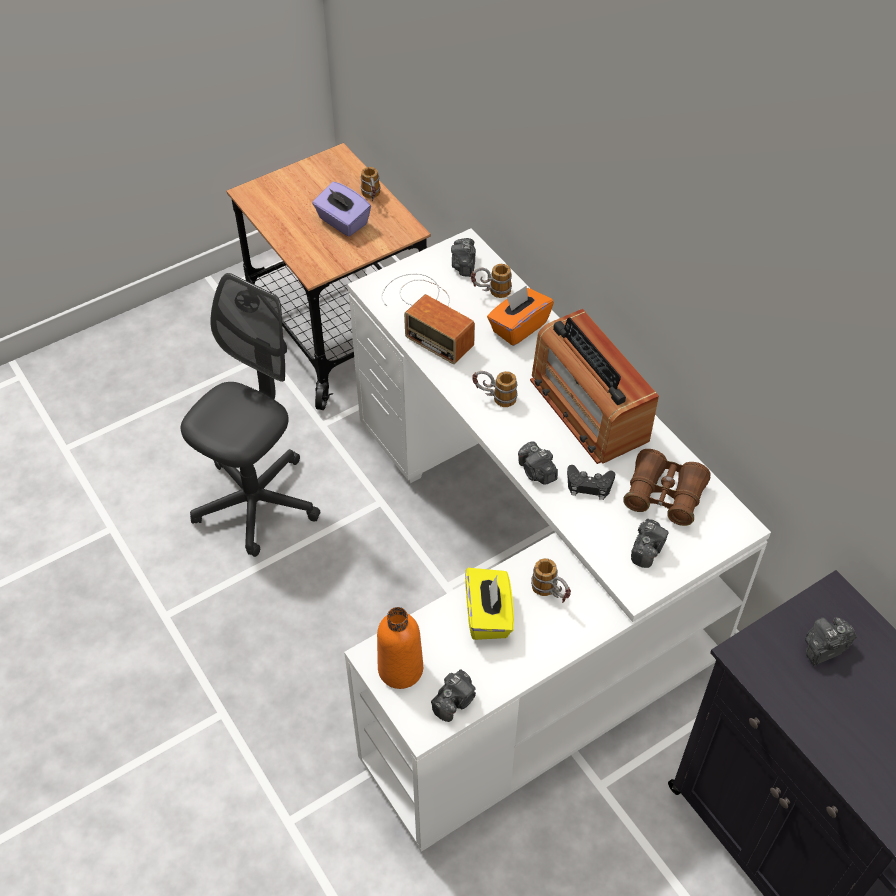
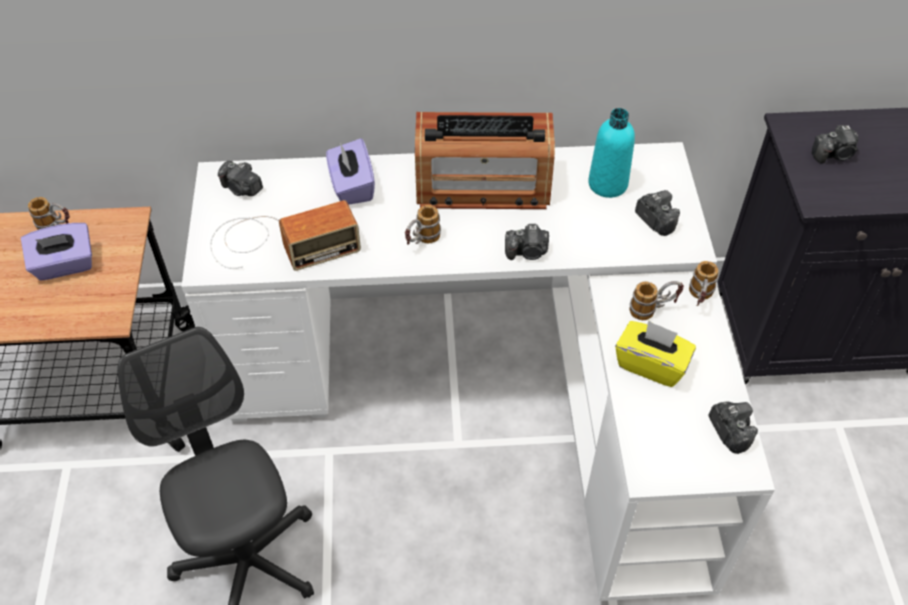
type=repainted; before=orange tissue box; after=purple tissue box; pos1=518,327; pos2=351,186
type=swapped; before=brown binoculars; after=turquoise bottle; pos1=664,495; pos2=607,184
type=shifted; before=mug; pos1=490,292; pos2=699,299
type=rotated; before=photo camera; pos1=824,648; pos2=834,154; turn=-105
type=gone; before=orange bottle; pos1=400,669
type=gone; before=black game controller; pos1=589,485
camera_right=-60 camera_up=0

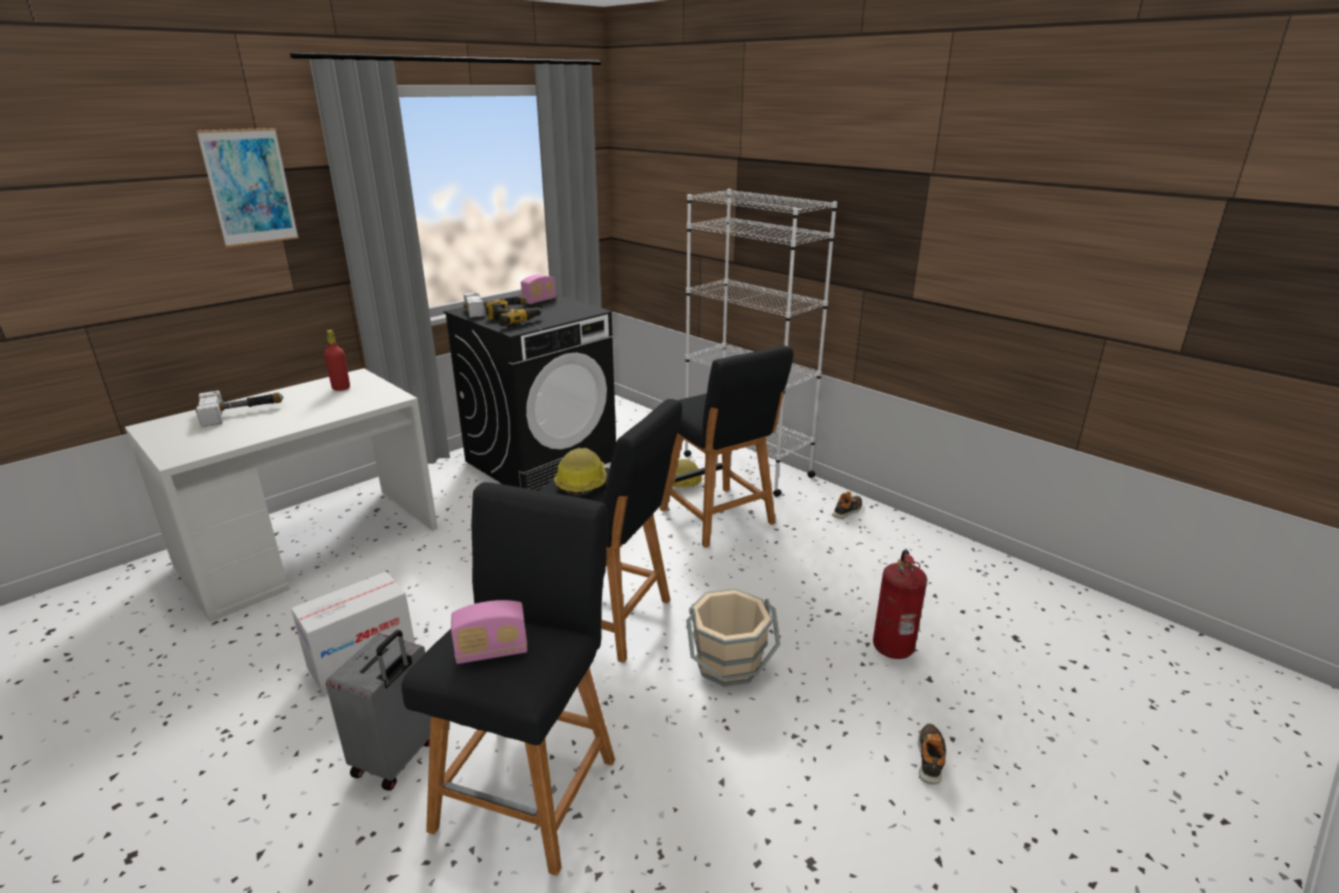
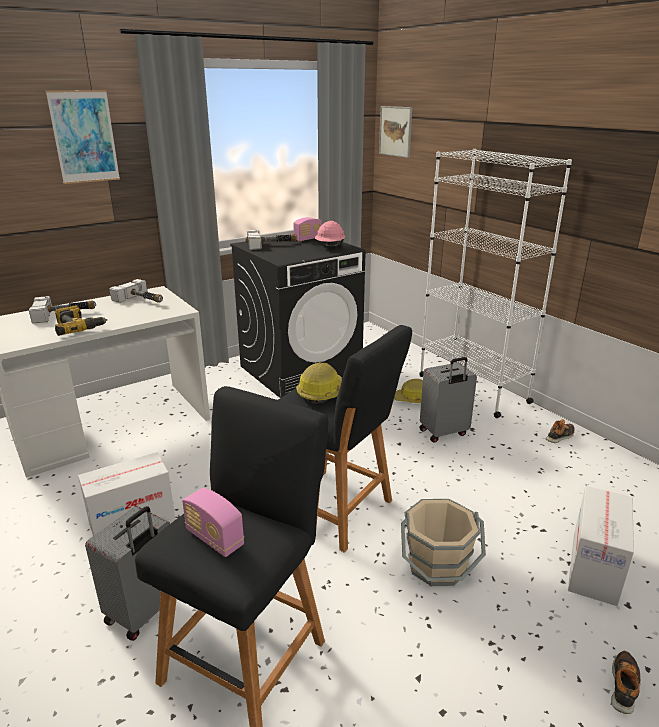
type=shifted; before=power drill; pos1=512,320; pos2=79,327
type=swapped; before=red bottle; after=hammer; pos1=341,388; pos2=142,300
type=rotated; before=radio; pos1=492,652; pos2=214,538; turn=45
type=new; after=pink hard hat; pos2=330,247
type=new; after=picture; pos2=395,131
type=swapped; before=black stool; after=grey suitcase; pos1=720,519; pos2=444,433
type=swapped; before=fire extinguisher; after=cardboard box; pos1=893,646; pos2=594,568
camera_right=10 camera_up=0

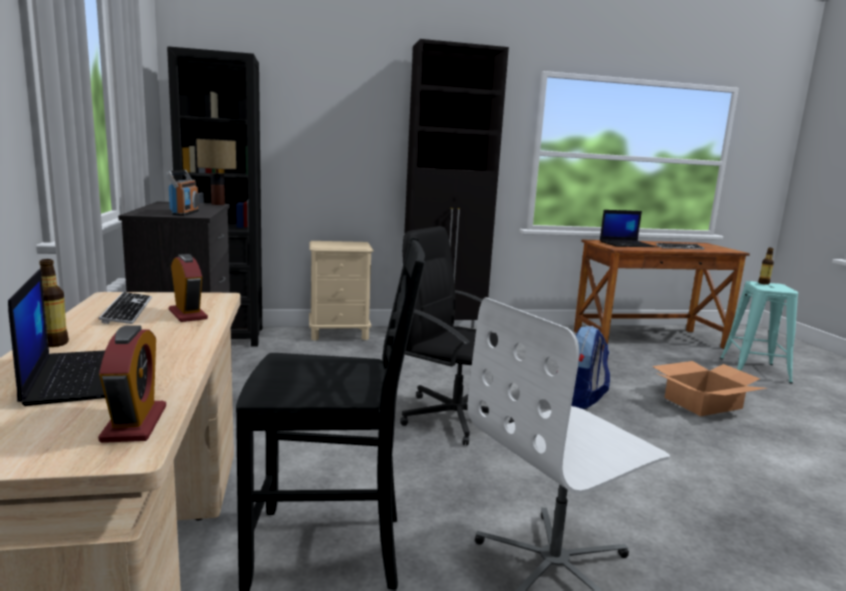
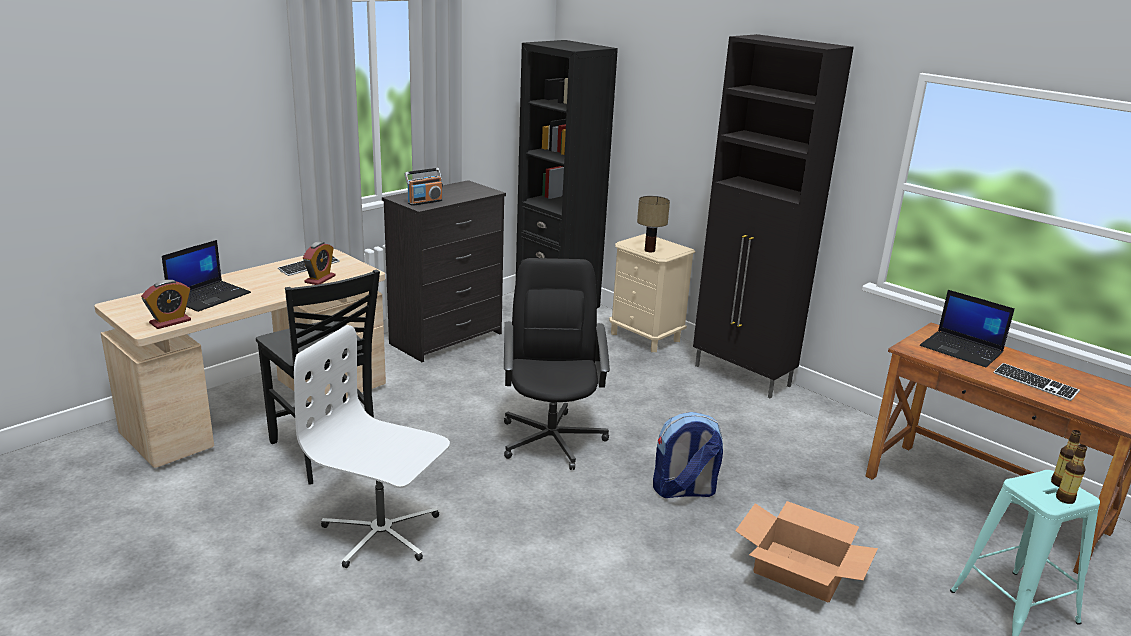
type=shifted; before=table lamp; pos1=218,204; pos2=650,250
type=shifted; before=bottle; pos1=54,343; pos2=1065,499
camera_right=55 camera_up=10

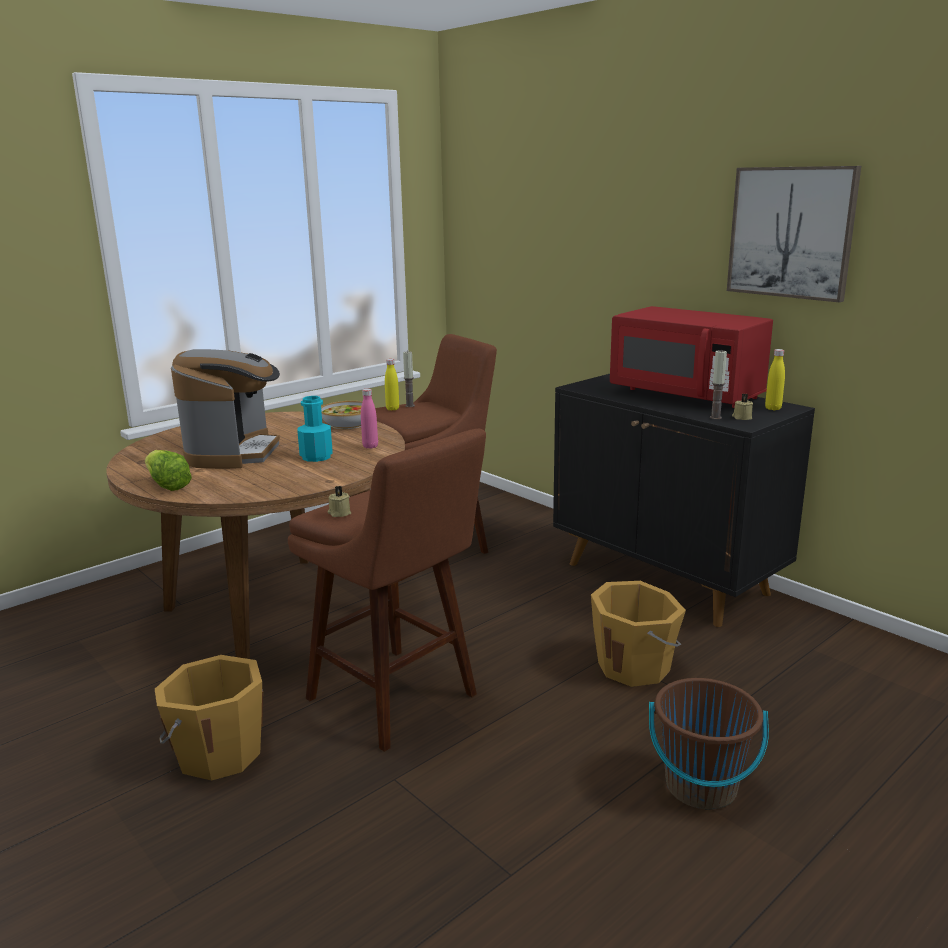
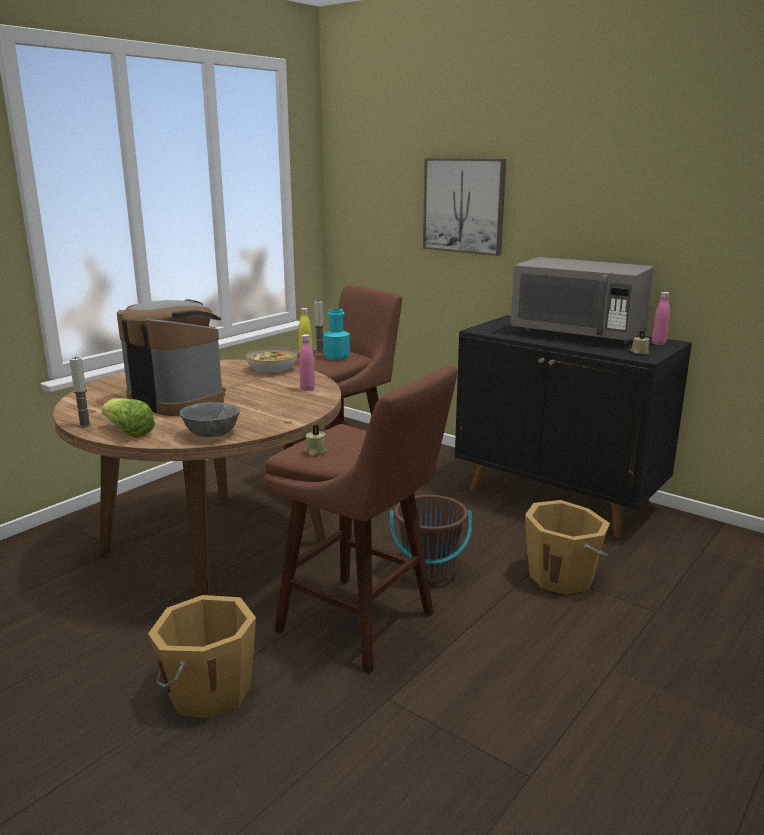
type=shifted; before=candle; pos1=715,417; pos2=85,425
type=rotated; before=coffee machine; pos1=234,453; pos2=177,400; turn=-45
type=new; after=grey bowl; pos2=212,434
type=shifted; before=turquoise bottle; pos1=316,457; pos2=336,357
type=shifted; before=brown bucket; pos1=701,786; pos2=429,570
type=shifted; before=picture; pos1=791,232; pos2=464,205
type=repainted; before=red microwave; after=grey microwave; pos1=686,394; pos2=577,334
type=repainted; before=yellow bottle; after=pink bottle; pos1=773,408; pos2=658,344
camera_right=-10 camera_up=0

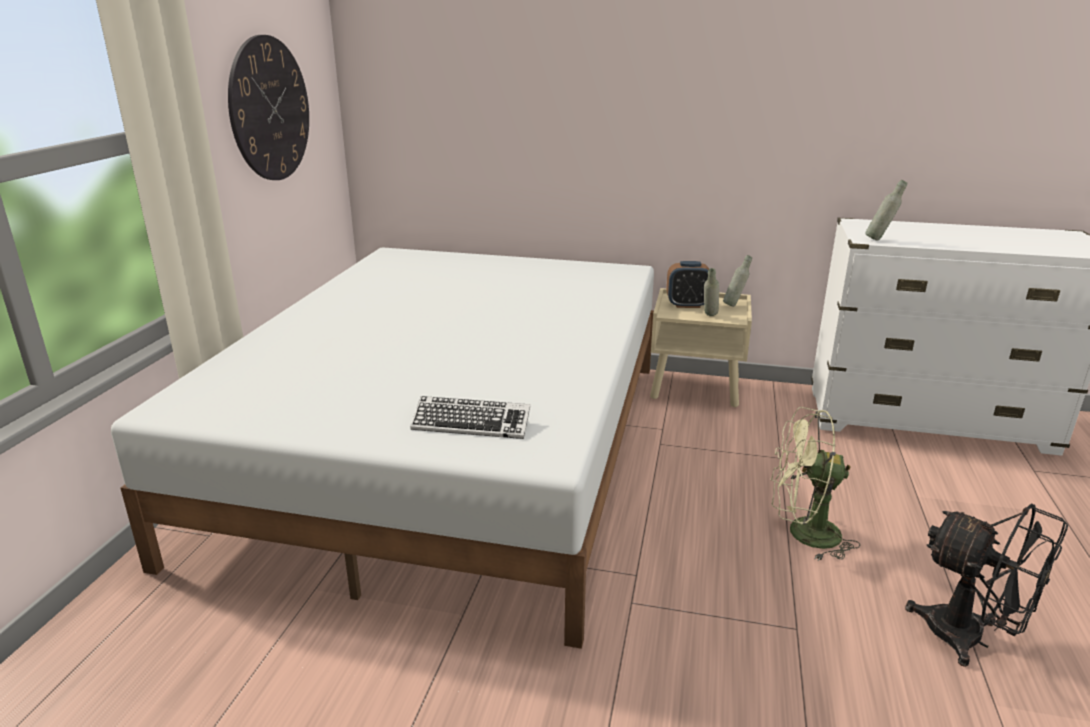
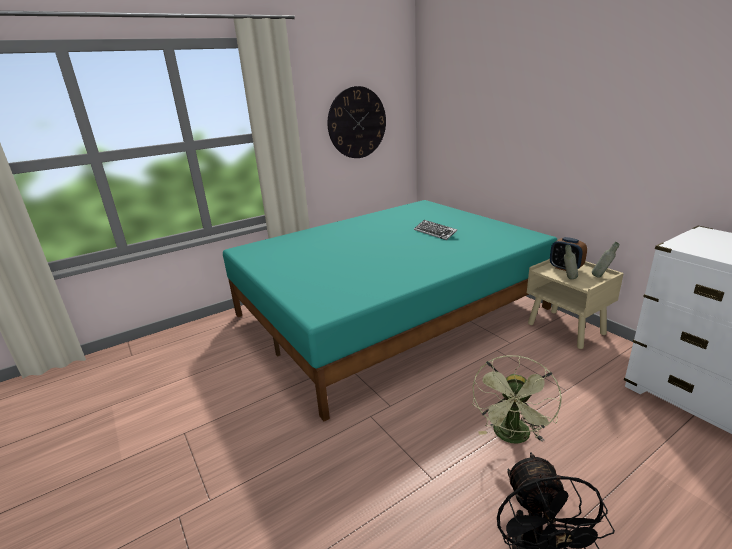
type=repainted; before=white bed; after=turquoise bed; pos1=454,449; pos2=389,312
type=shifted; before=keyboard; pos1=471,424; pos2=435,232
type=rotated; before=green fan; pos1=802,534; pos2=512,437; turn=-120
type=gone; before=grey bottle; pos1=880,240
camera_right=45 camera_up=0

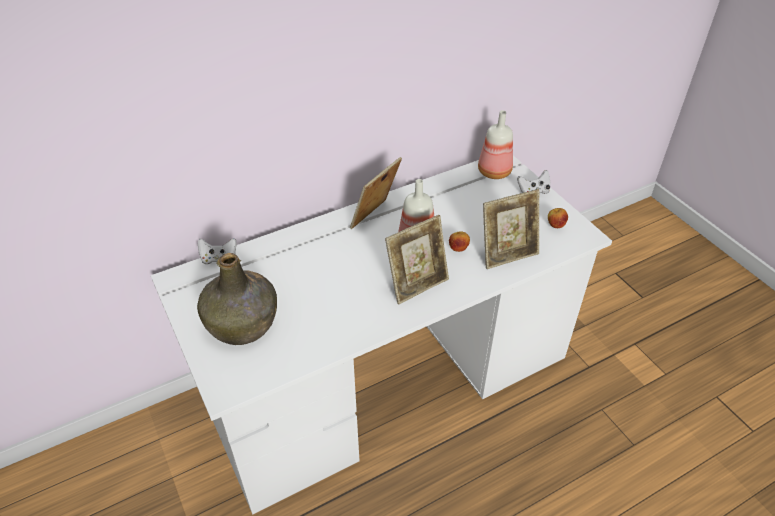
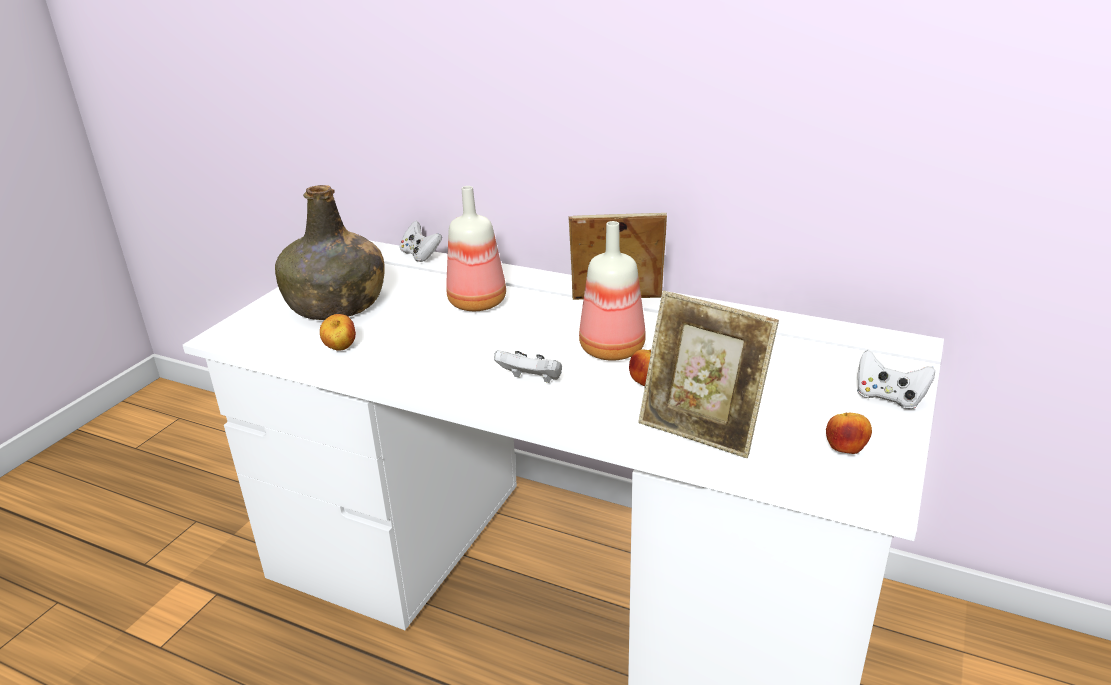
type=new; after=apple; pos2=340,348
type=shifted; before=bottle; pos1=493,171; pos2=477,302
type=swapped; before=picture frame; after=white game controller; pos1=417,284; pos2=531,381
camera_right=55 camera_up=-15

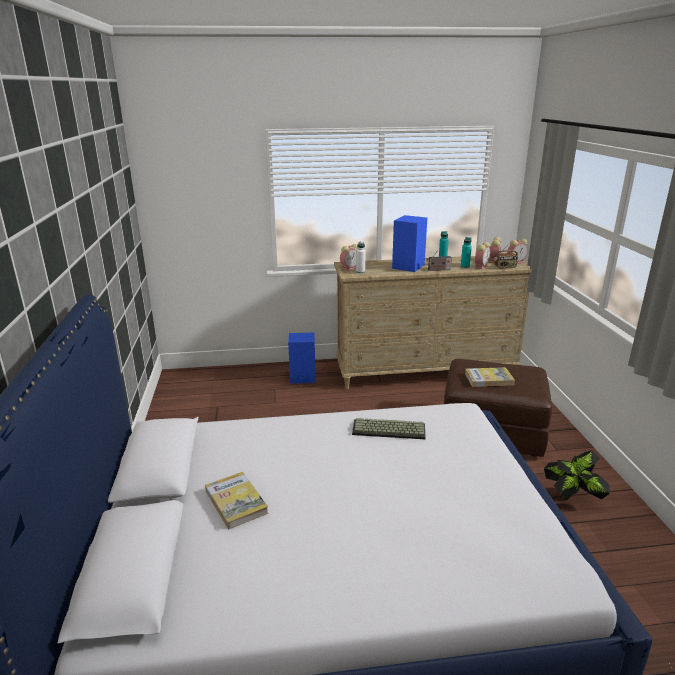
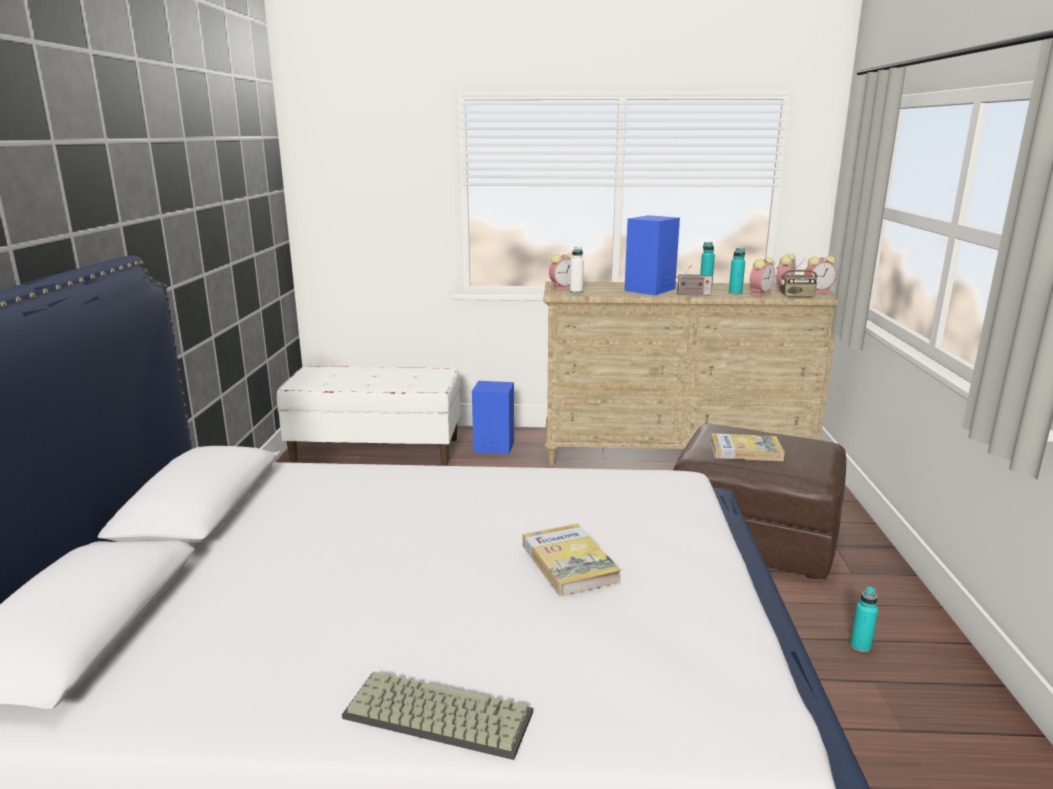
type=new; after=white bench; pos2=376,449
type=shifted; before=keyboard; pos1=388,430; pos2=435,717
type=shifted; before=book; pos1=236,502; pos2=569,563
type=swapped; before=potted plant; after=turquoise bottle; pos1=572,499; pos2=860,646
camera_right=10 camera_up=-5

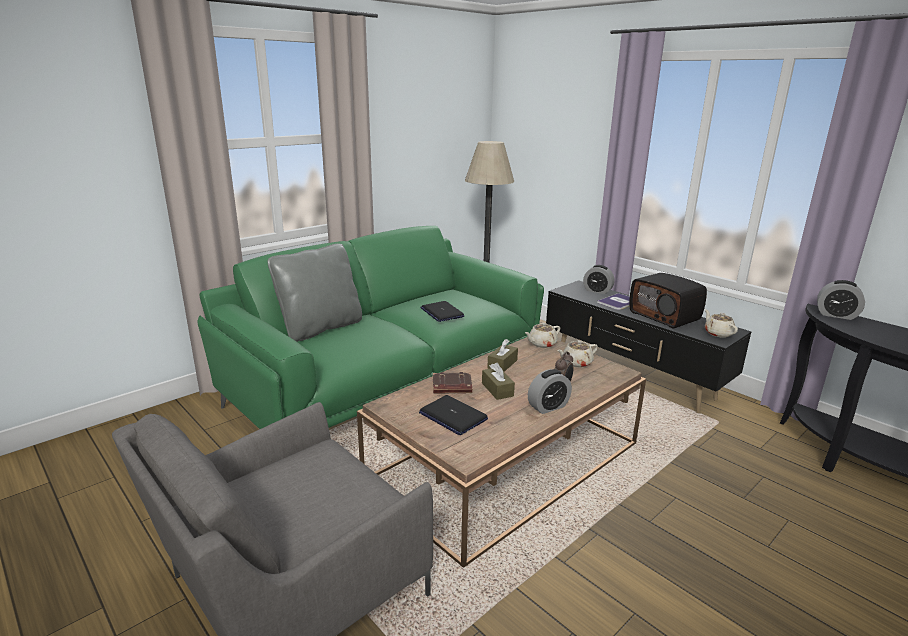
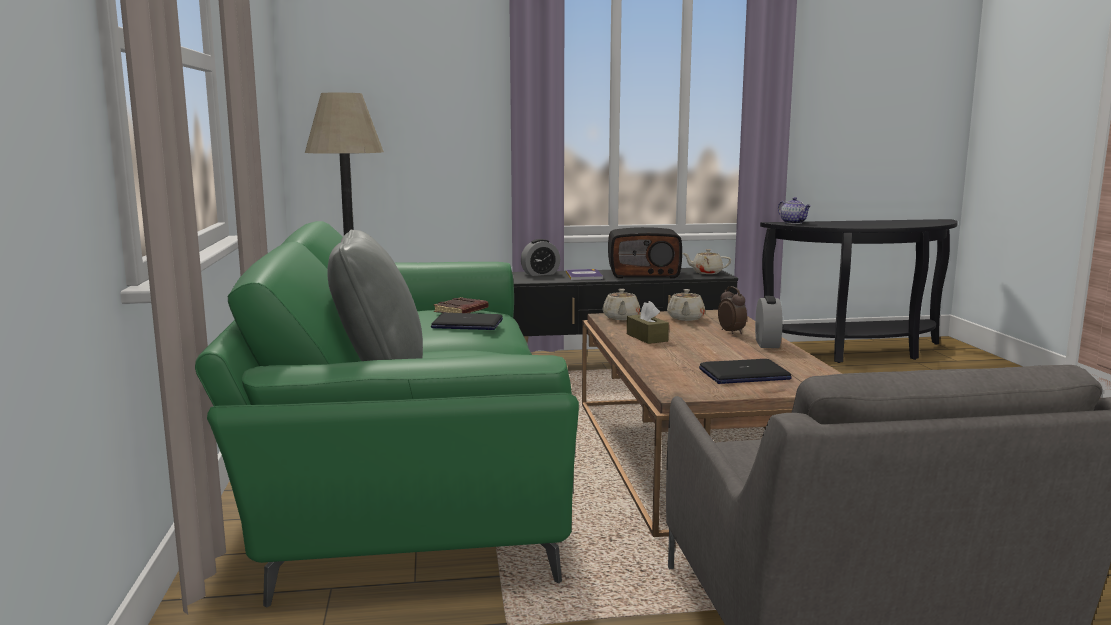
type=shifted; before=brown book; pos1=451,387; pos2=461,311
type=swapped; before=alarm clock; after=teapot; pos1=836,315; pos2=794,223
type=gone; before=brown tissue box; pos1=497,389
camera_right=-55 camera_up=-10

